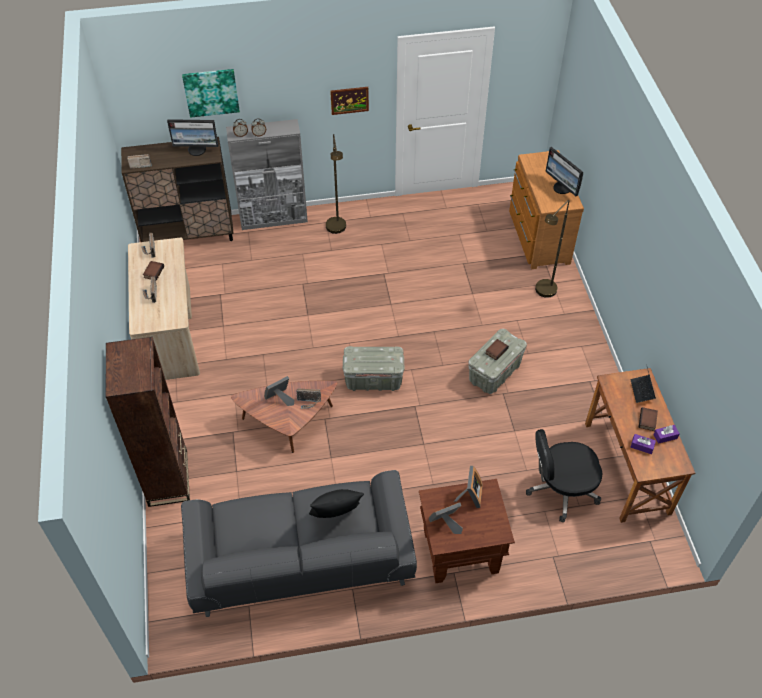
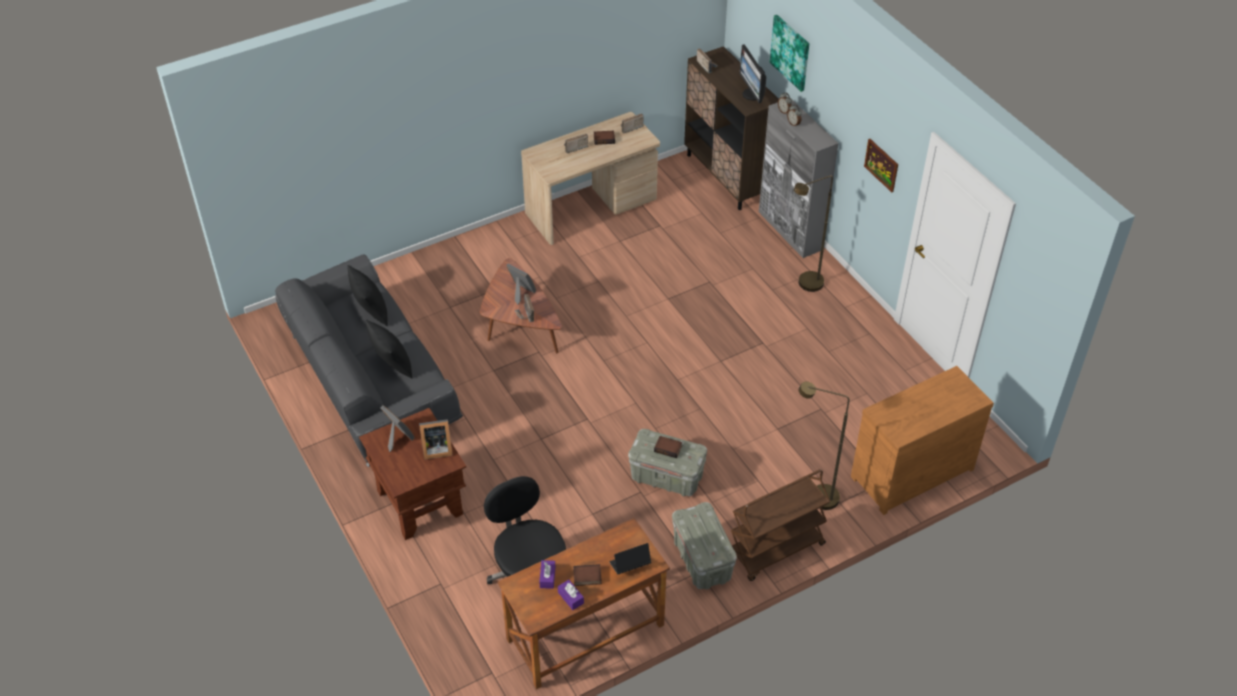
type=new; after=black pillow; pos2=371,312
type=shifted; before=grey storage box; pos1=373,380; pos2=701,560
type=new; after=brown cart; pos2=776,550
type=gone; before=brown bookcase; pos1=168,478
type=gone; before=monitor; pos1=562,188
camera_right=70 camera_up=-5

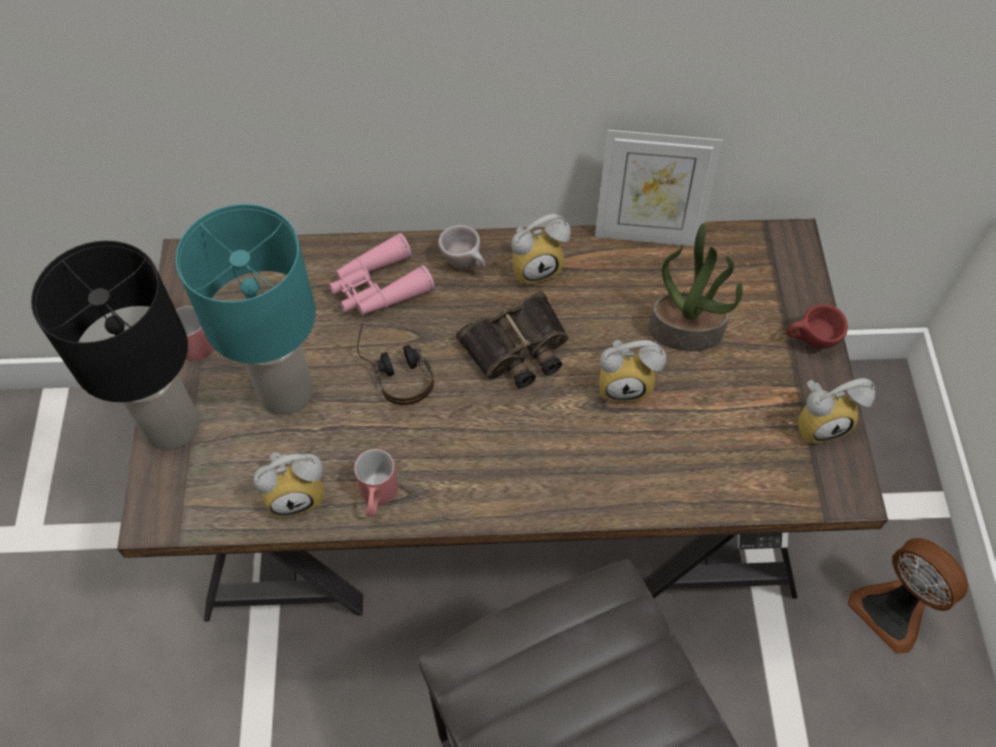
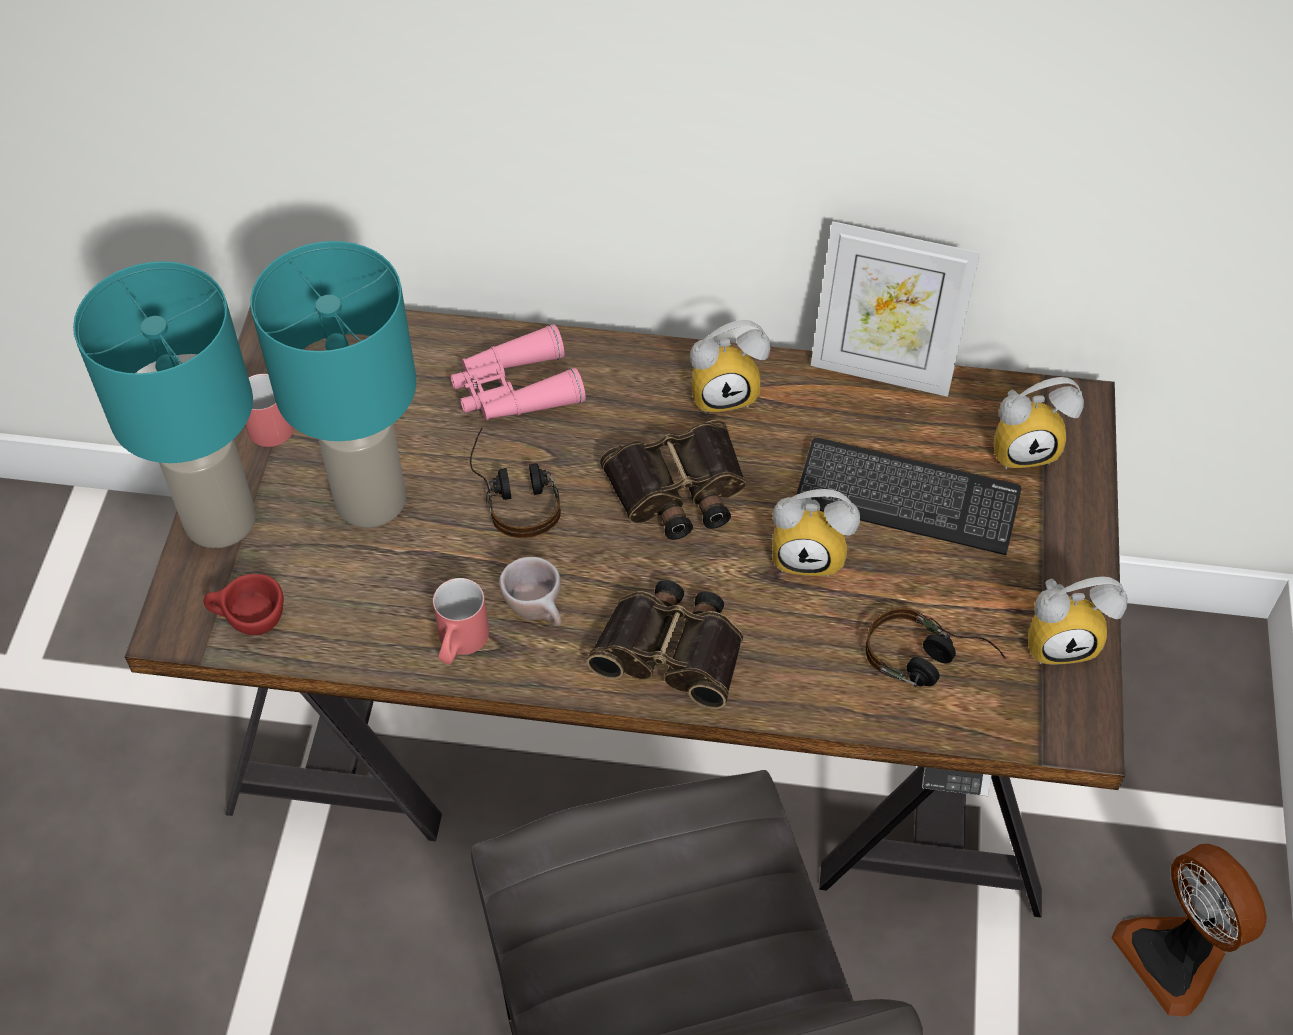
type=repainted; before=black table lamp; after=turquoise table lamp; pos1=173,425; pos2=222,521
type=shifted; before=red cup; pos1=810,342; pos2=250,624
type=shifted; before=beige cup; pos1=465,263; pos2=539,612
type=new; after=binoculars; pos2=672,649
type=swapped; before=potted plant; after=keyboard; pos1=686,330; pos2=906,499
type=new; after=headphones; pos2=929,663
type=shifted; before=alarm clock; pos1=297,492; pos2=1024,446
camera_right=10 camera_up=-5

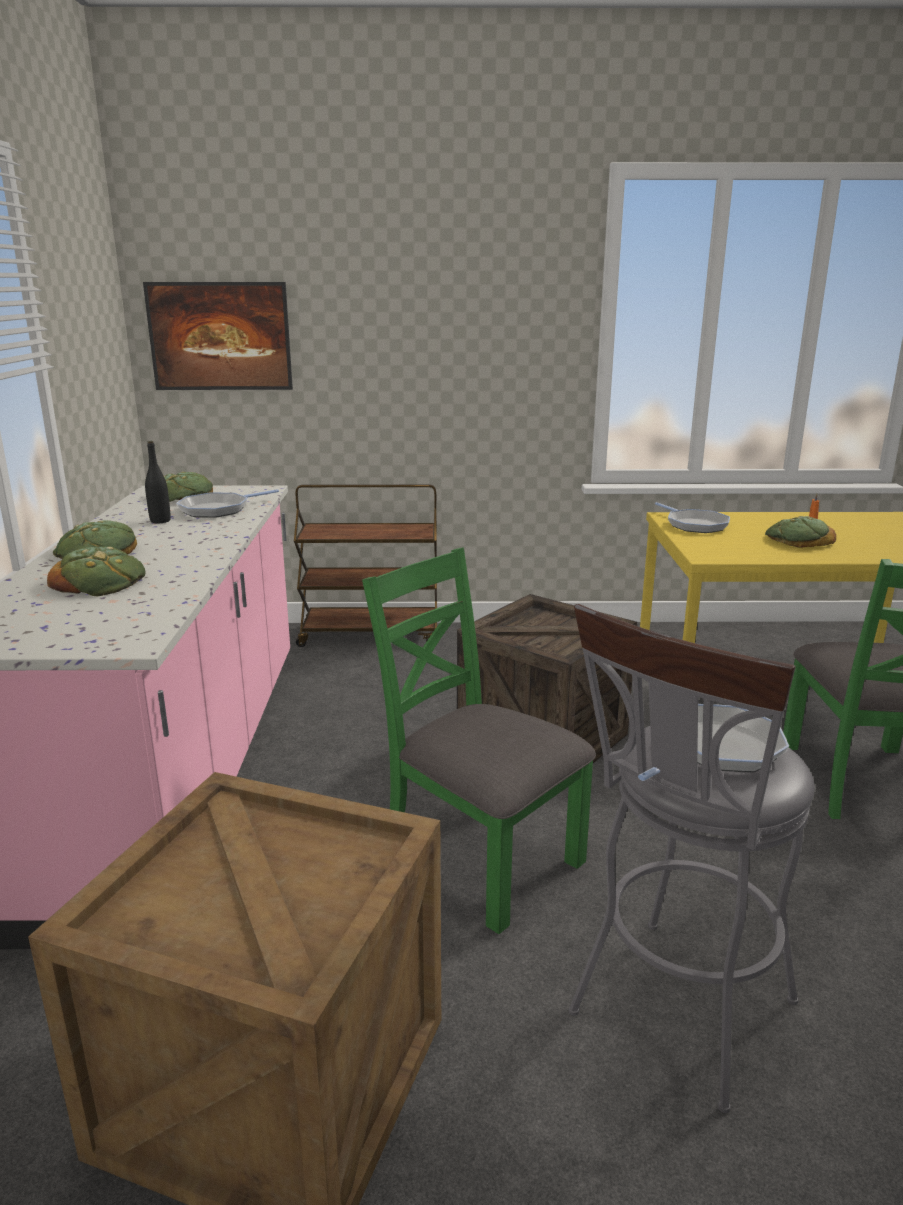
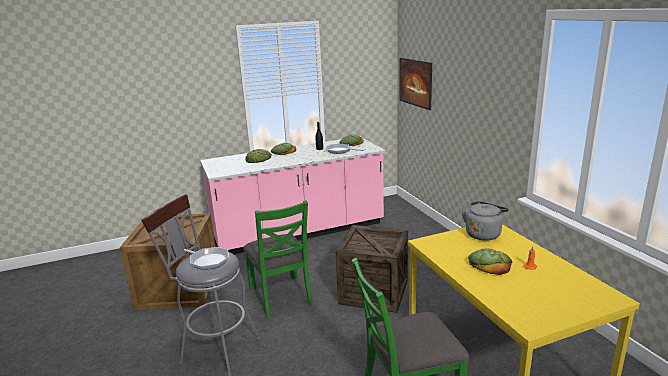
type=rotated; before=green chair; pos1=479,858; pos2=281,295; turn=135
type=swapped; before=frying pan; after=grey kettle; pos1=694,525; pos2=483,234
type=gone; before=brown cart; pos1=371,635
camera_right=70 camera_up=0

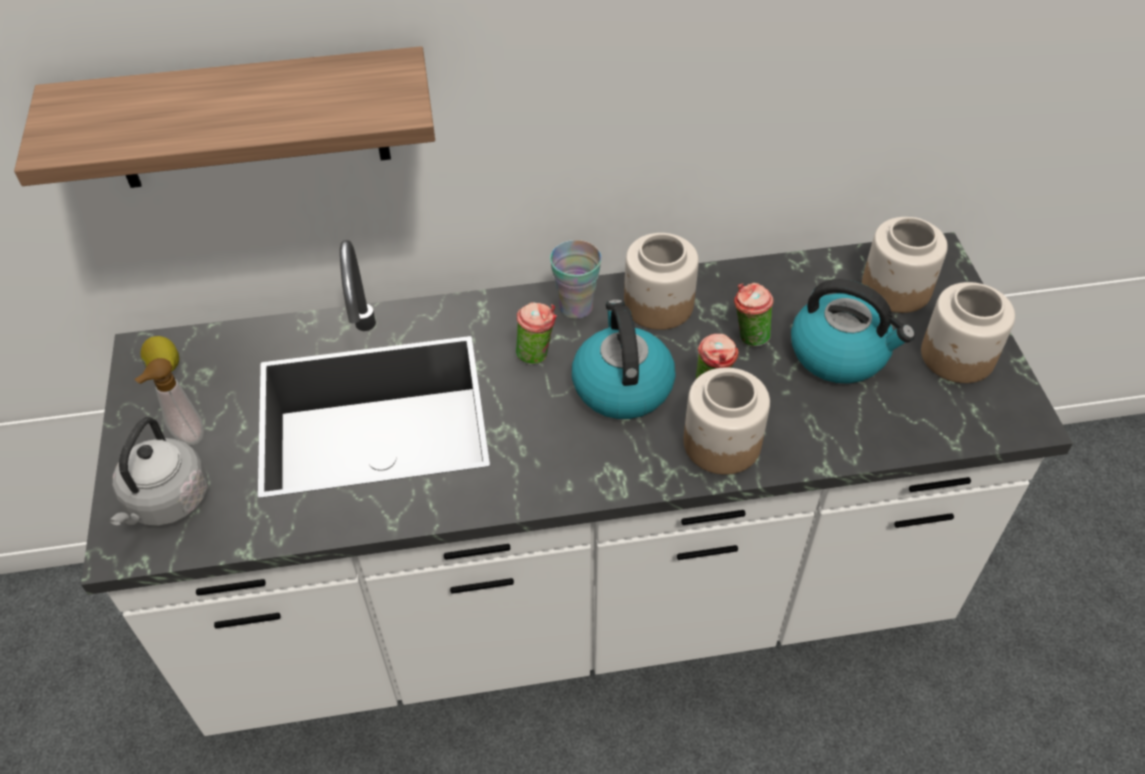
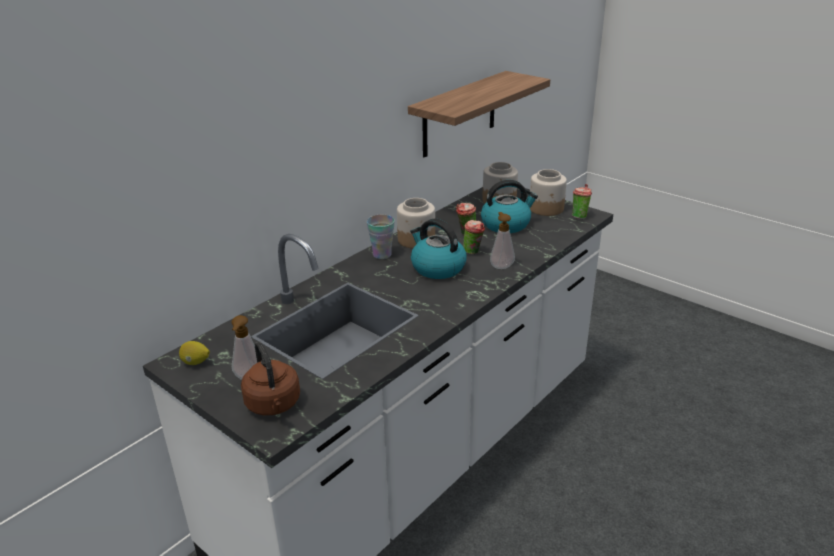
type=repainted; before=grey kettle; after=brown kettle; pos1=166,502; pos2=274,405
type=shifted; before=shelf; pos1=247,120; pos2=459,114
type=swapped; before=jar; after=soap dispenser; pos1=721,443; pos2=501,266
type=shifted; before=cup; pos1=537,354; pos2=579,216
camera_right=-40 camera_up=-20

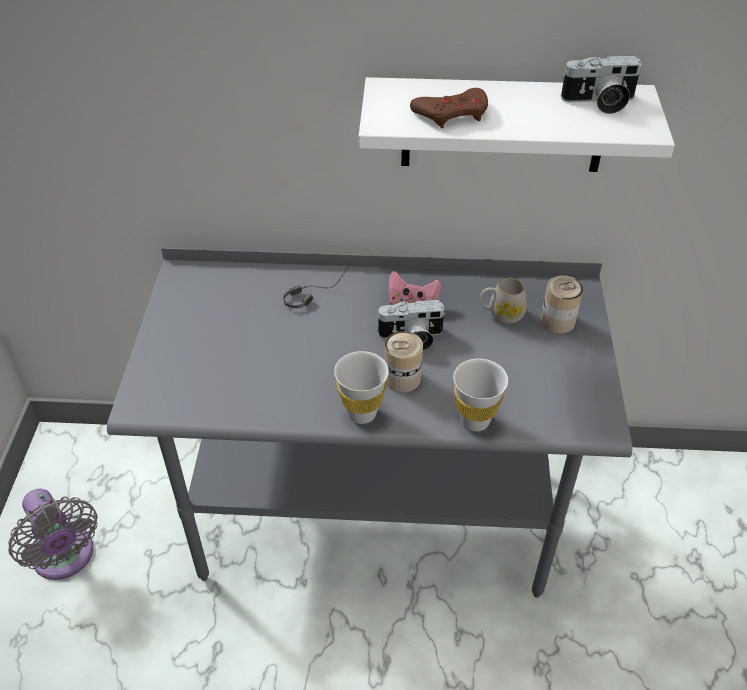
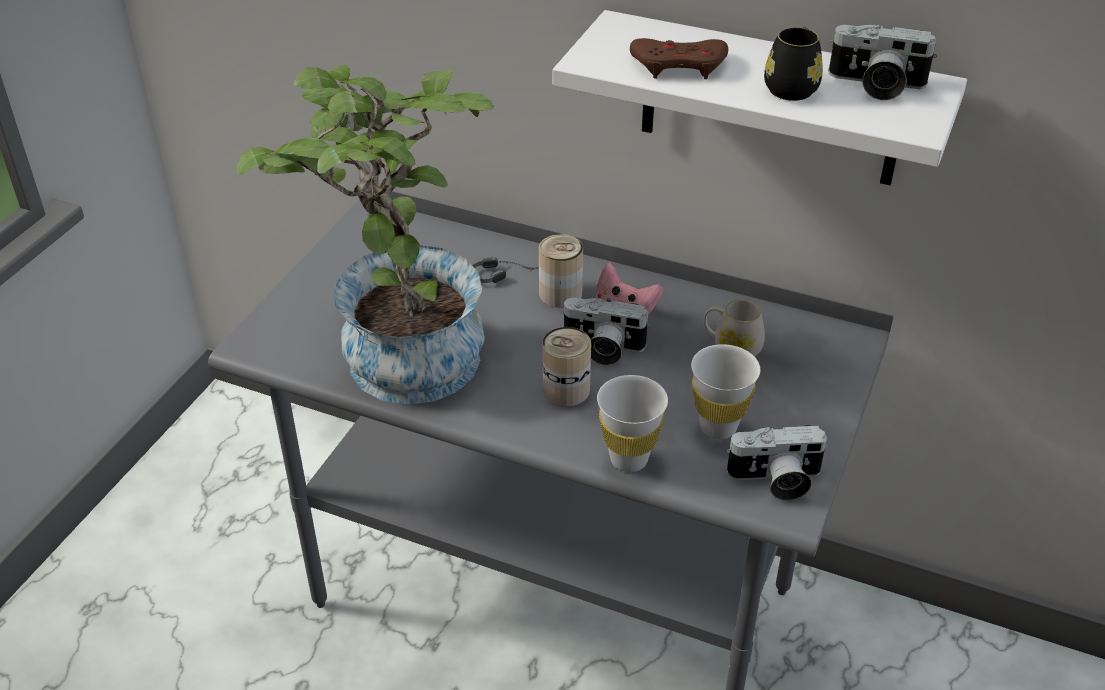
type=new; after=potted plant; pos2=398,350
type=shifted; before=can; pos1=557,321; pos2=560,293
type=shifted; before=white cup; pos1=362,413; pos2=718,427
type=new; after=photo camera; pos2=775,480
type=new; after=black mug; pos2=792,86
type=gone; before=grey fan; pos1=65,558
camera_right=20 camera_up=-5

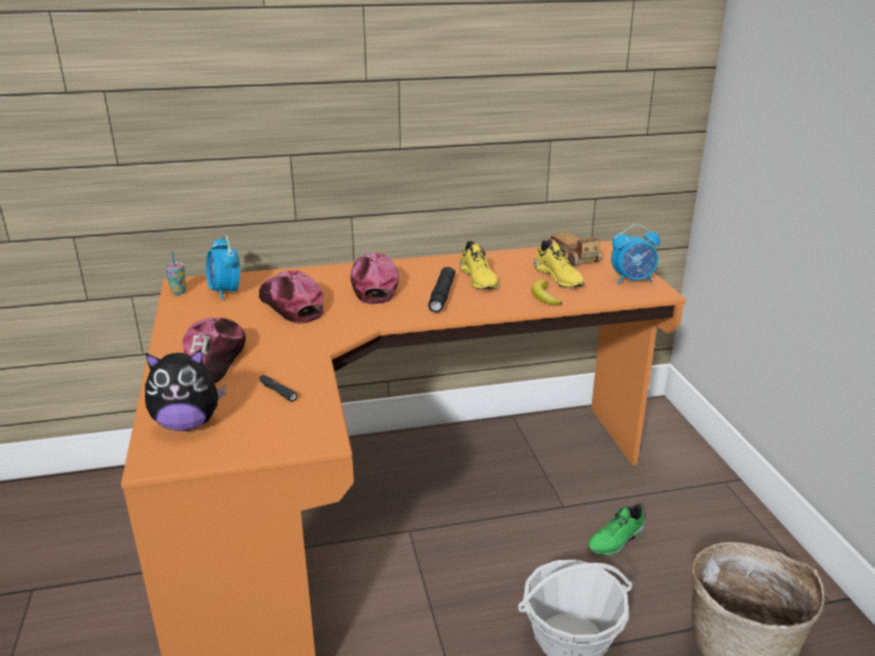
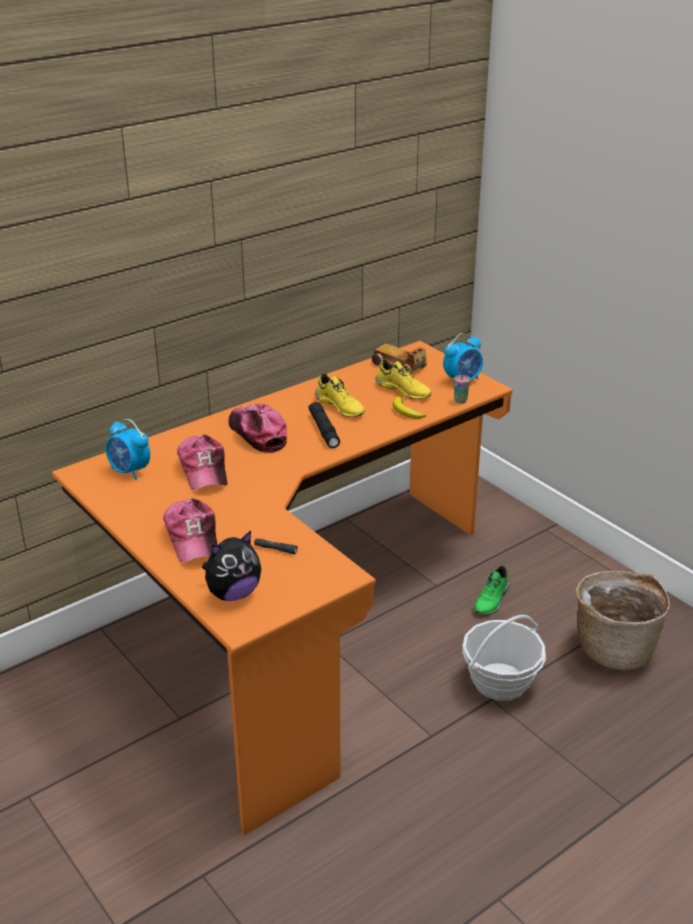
type=rotated; before=cap; pos1=290,305; pos2=204,470; turn=-135
type=shifted; before=cup; pos1=178,292; pos2=460,401
camera_right=-25 camera_up=5

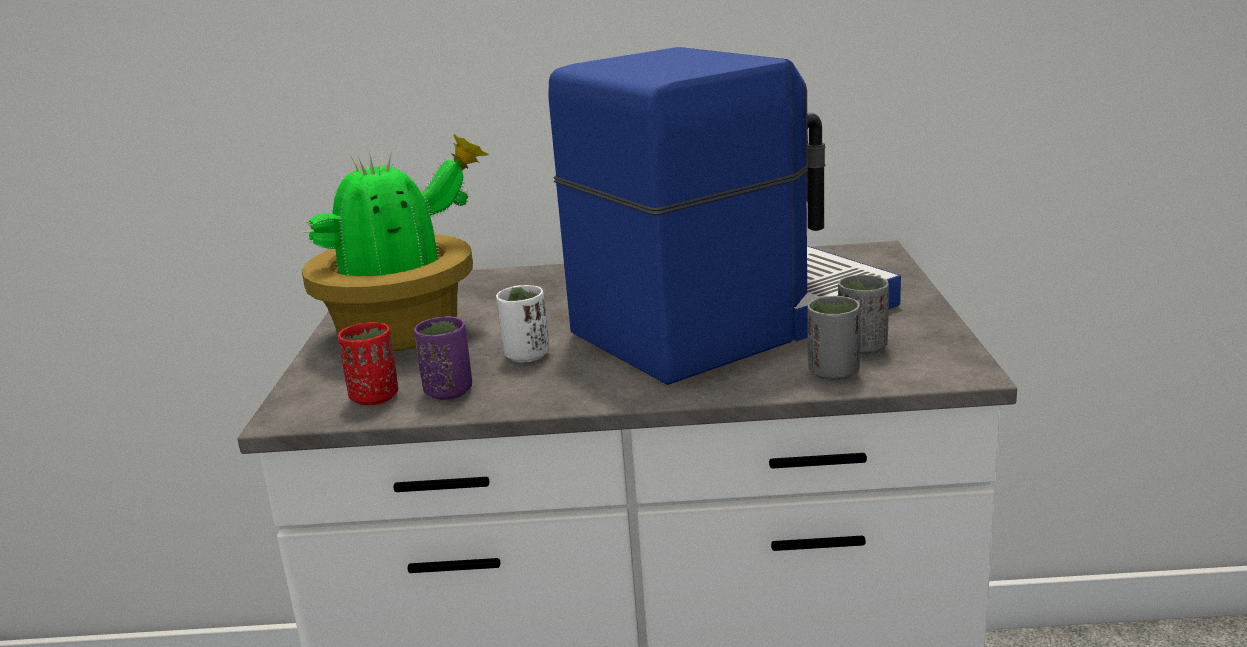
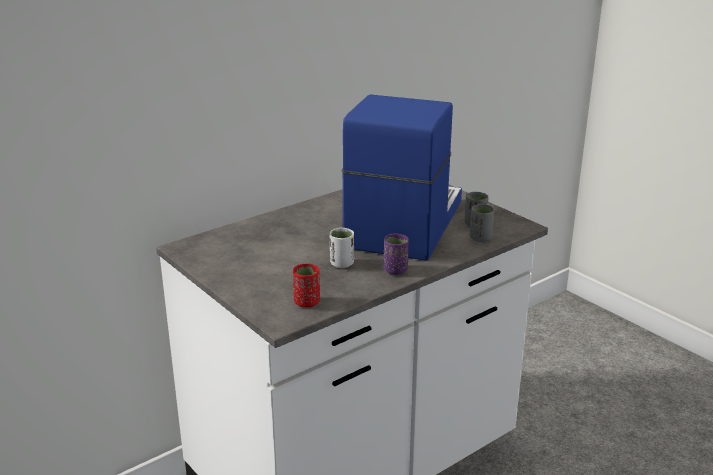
type=shifted; before=purple cup; pos1=448,391; pos2=395,270
type=gone; before=potted plant; pos1=406,332
camera_right=-40 camera_up=5

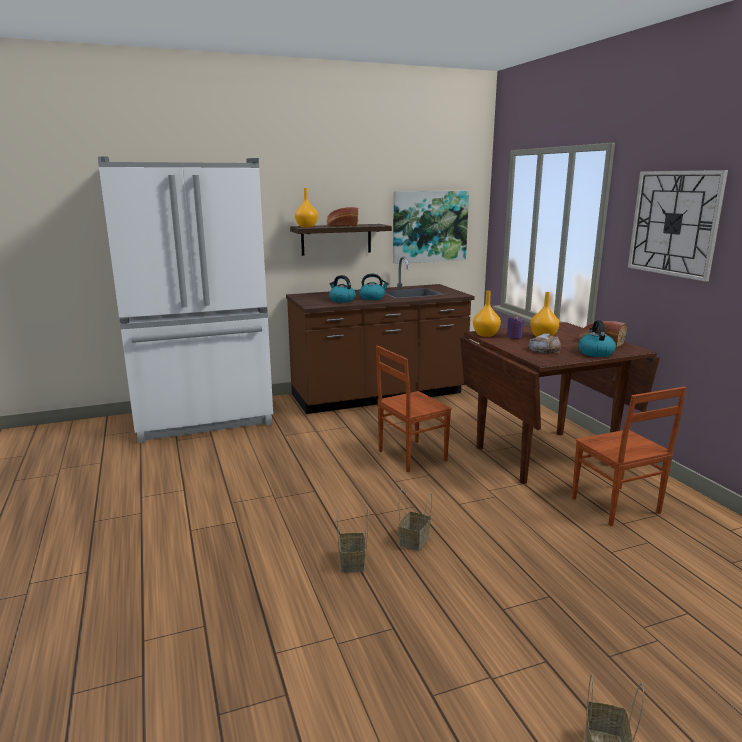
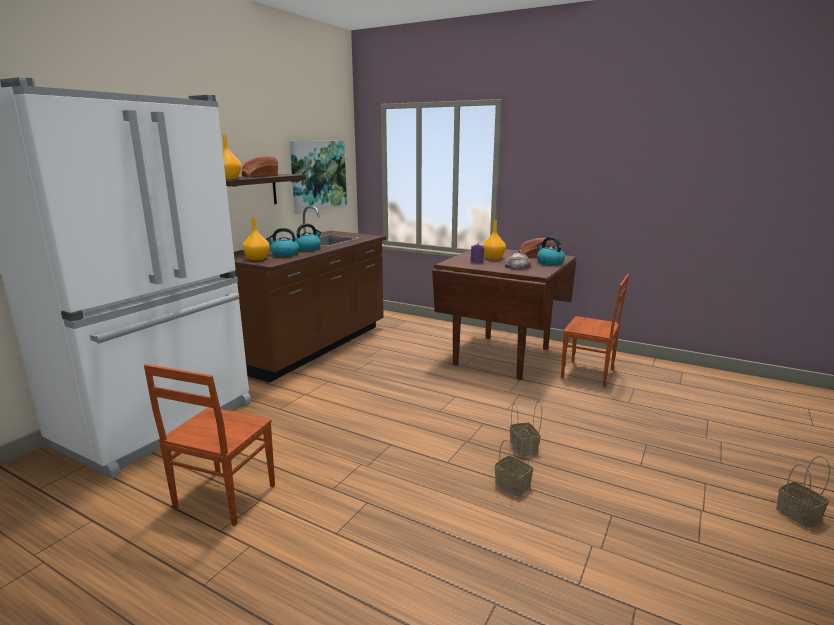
type=shifted; before=brown chair; pos1=410,455; pos2=223,497
type=shifted; before=orange vase; pos1=485,334; pos2=257,258
type=gone; before=wall clock; pos1=674,223
camera_right=-40 camera_up=0

